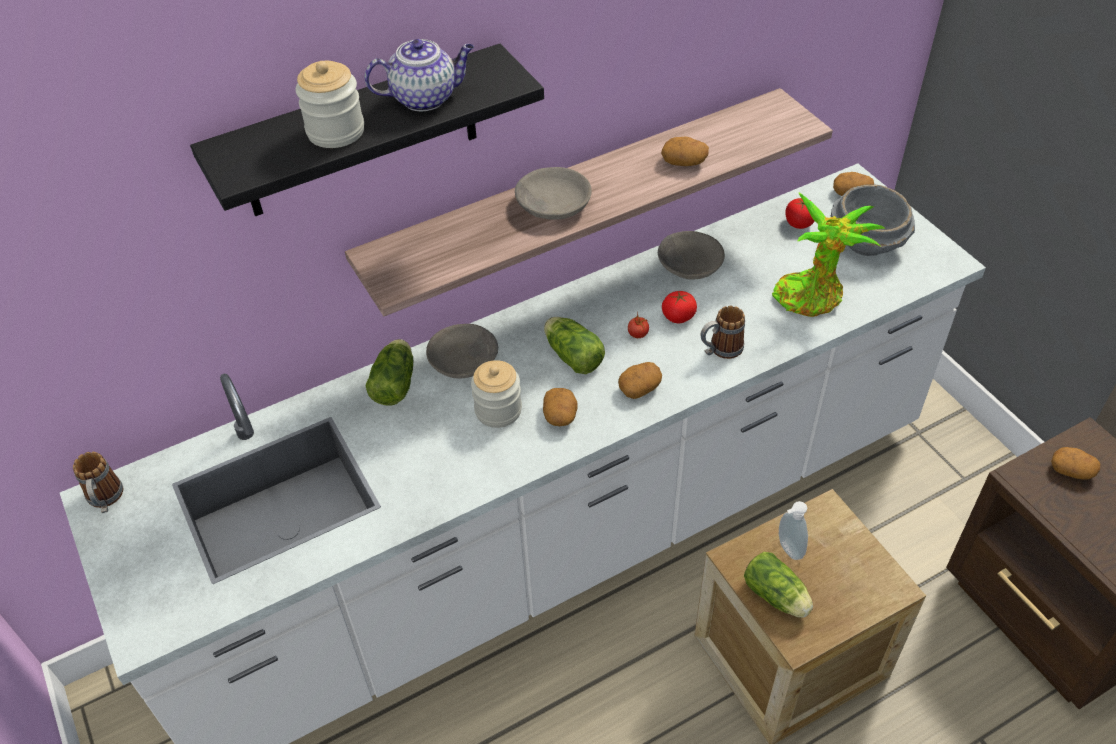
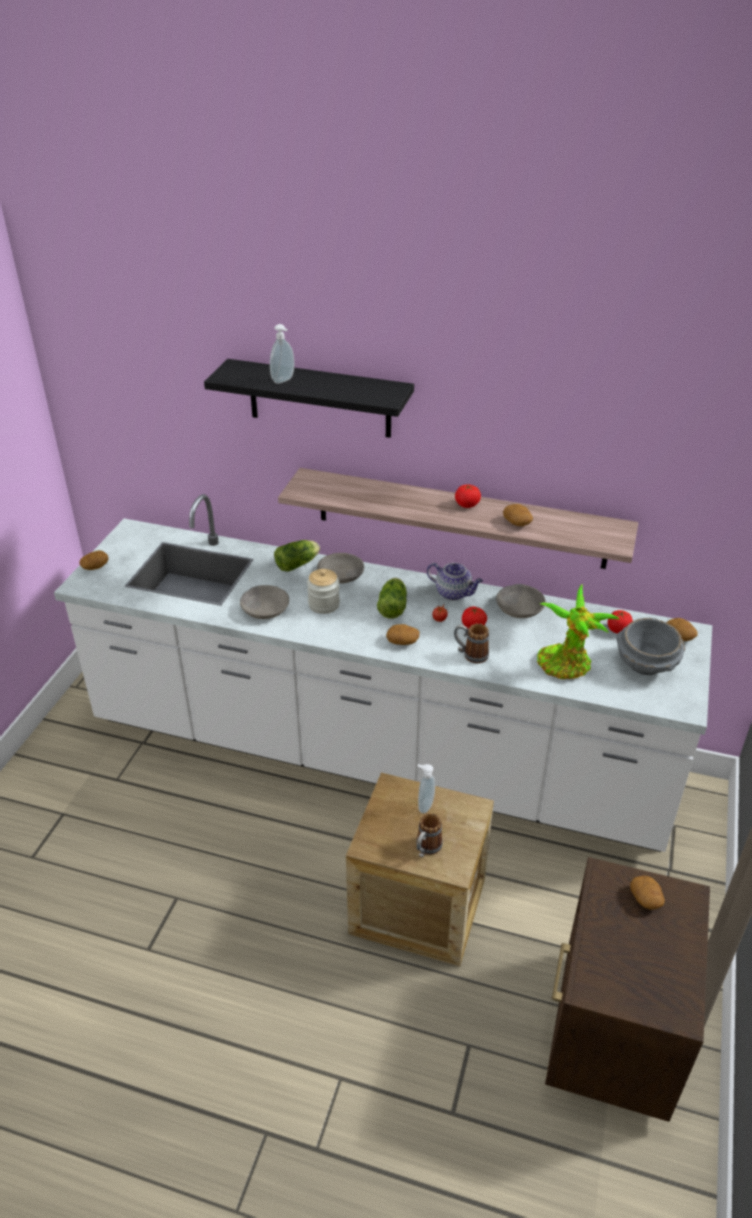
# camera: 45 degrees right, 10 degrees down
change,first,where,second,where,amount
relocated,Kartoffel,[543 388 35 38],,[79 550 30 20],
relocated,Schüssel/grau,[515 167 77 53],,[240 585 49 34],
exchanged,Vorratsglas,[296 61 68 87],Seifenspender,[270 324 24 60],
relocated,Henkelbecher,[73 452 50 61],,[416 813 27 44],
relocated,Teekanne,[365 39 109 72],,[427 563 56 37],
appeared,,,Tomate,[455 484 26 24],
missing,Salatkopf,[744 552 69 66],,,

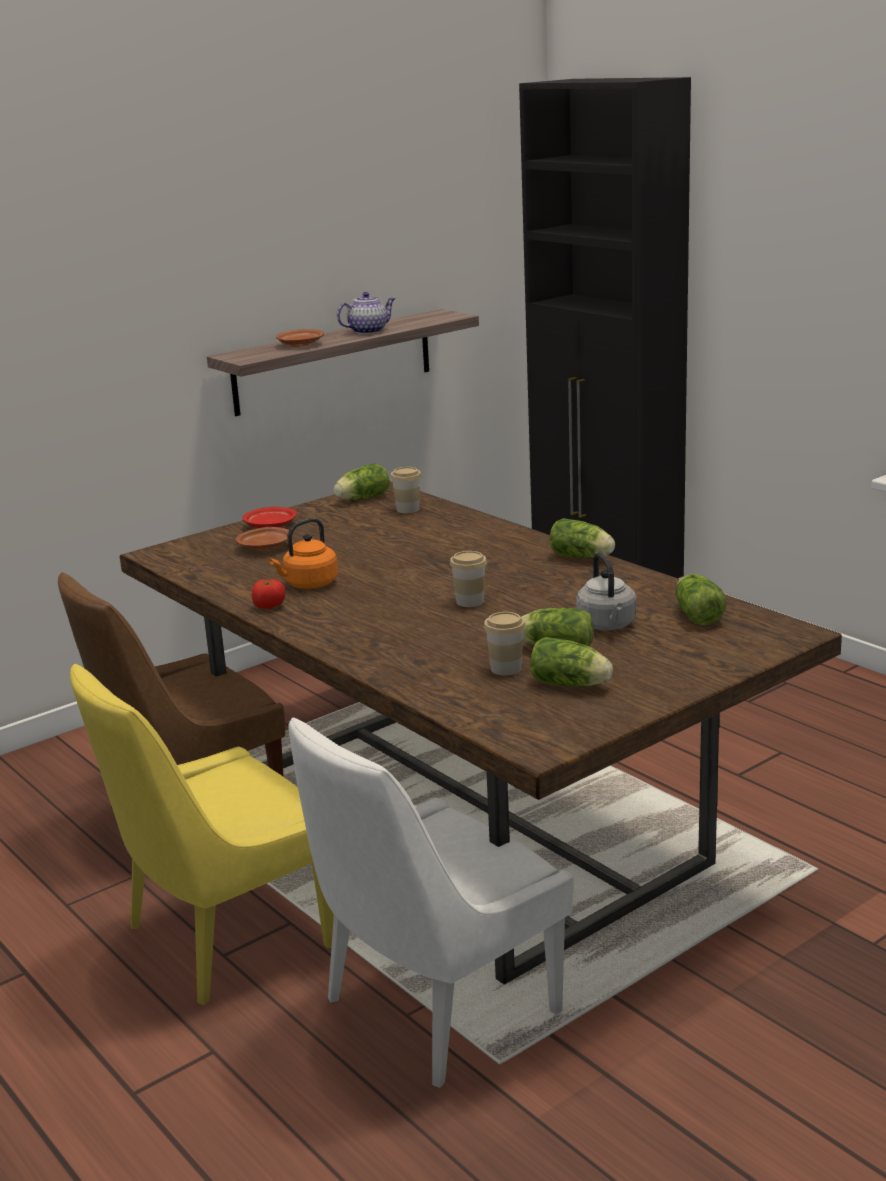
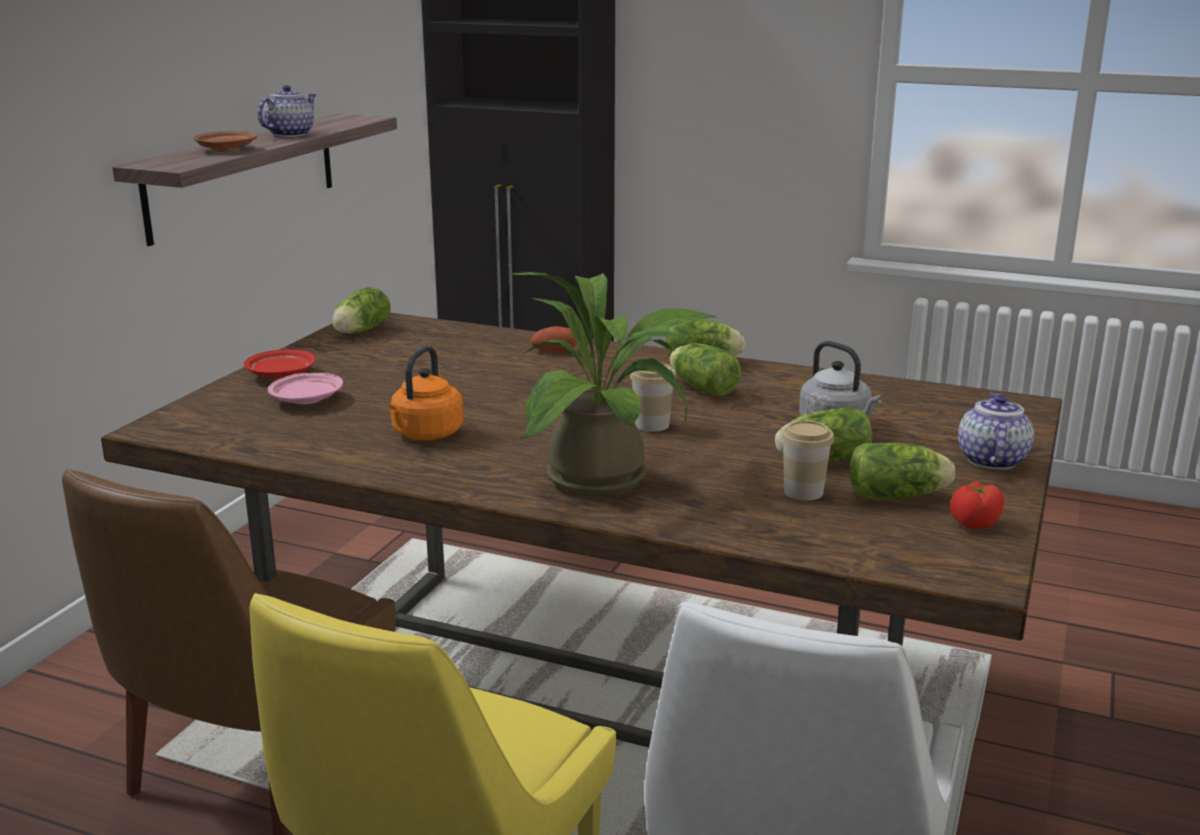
# camera: 30 degrees left, 0 degrees up
change,first,where,second,where,amount
colour,Teller/braun,[236 527 53 23],Teller/rosa,[268 373 75 31],
appeared,,,Topfpflanze,[508 272 210 225],
appeared,,,Kartoffel,[531 326 46 26],
relocated,Salatkopf,[675 574 51 52],,[669 343 72 54],
relocated,Tomate,[252 579 34 30],,[950 481 54 48],
appeared,,,Teekanne,[958 393 76 77],
missing,Tasse,[391 467 30 46],,,

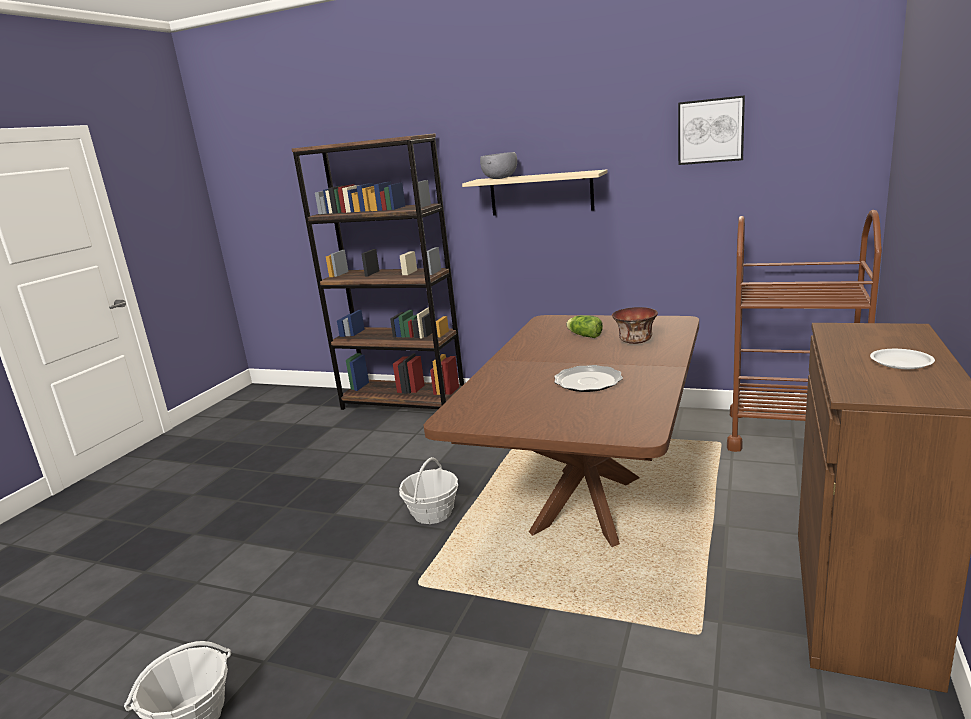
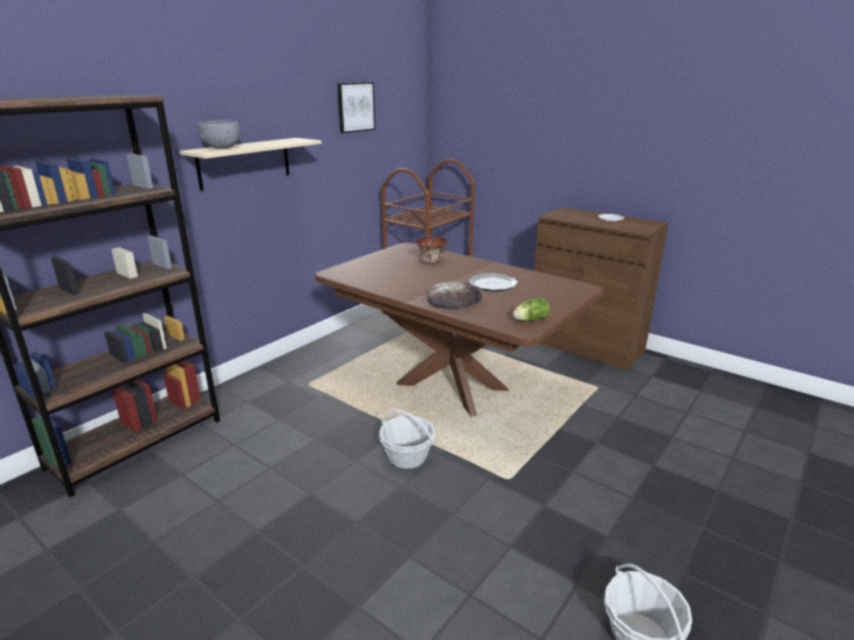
# camera: 75 degrees left, 5 degrees up
change,first,where,second,where,amount
appeared,,,Brot,[427 281 55 28],
relocated,Salatkopf,[566 315 37 23],,[513 298 37 23],

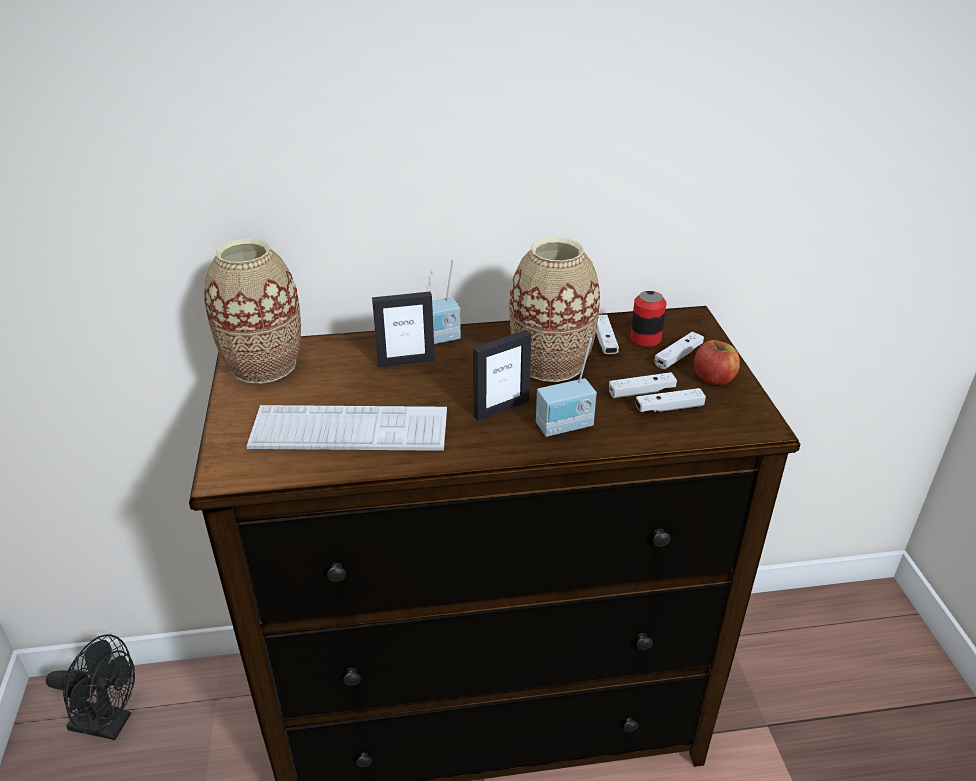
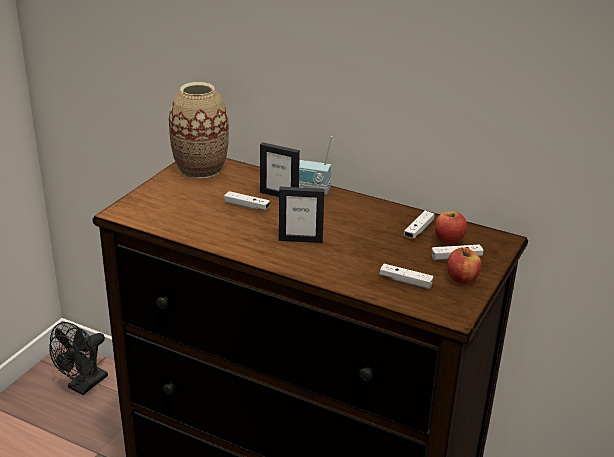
# camera: 35 degrees right, 5 degrees down
change,first,where,second,where,amount
spun,Ventilator/schwarz,[46 634 89 106],,[49 322 59 73],75 degrees clockwise
relocated,Gamepad/weiß,[609 372 68 26],,[224 191 46 19],
exchanged,Dose,[630 291 36 56],Apfel,[435 211 32 33],
missing,Tastatur,[247 405 200 46],,,
missing,Vase,[509 237 91 145],,,
missing,Radio,[536 338 61 99],,,

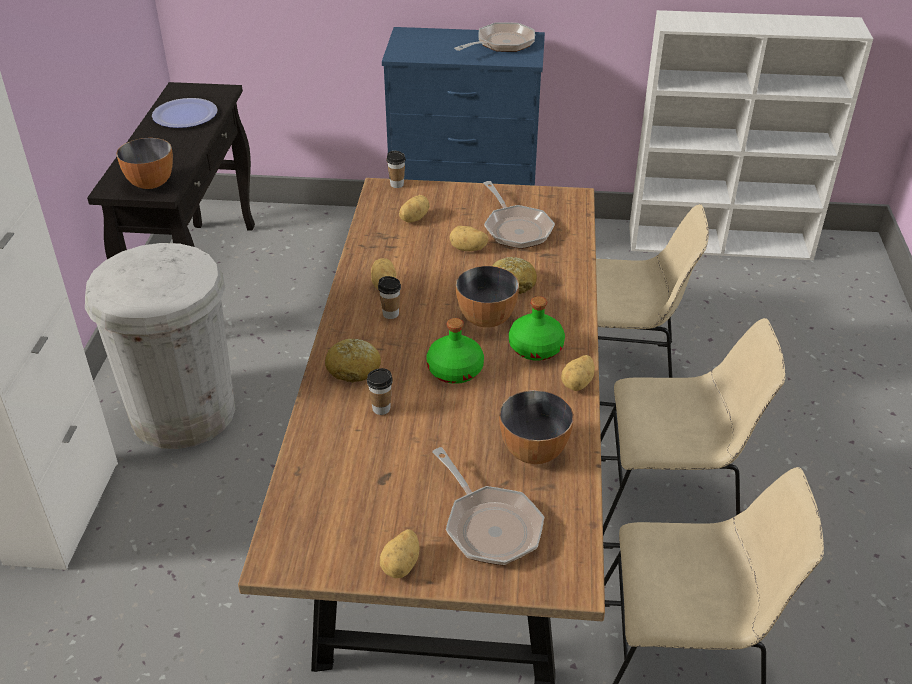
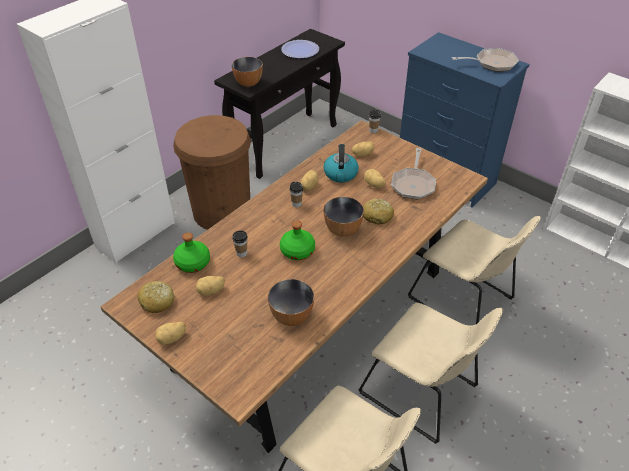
# camera: 35 degrees right, 5 degrees up
change,first,where,second,where,amount
relocated,Brot,[325 339 56 44],,[137 281 37 32],
colour,Mülleimer/weiß,[85 243 150 206],Mülleimer/braun,[173 115 78 115],
relocated,Flasche/grün,[509 296 56 65],,[173 232 37 41],
relocated,Kartoffel,[561 355 34 36],,[196 276 29 20],
appeared,,,Wasserkessel,[324 144 35 39],
missing,Pfanne,[432 447 112 119],,,

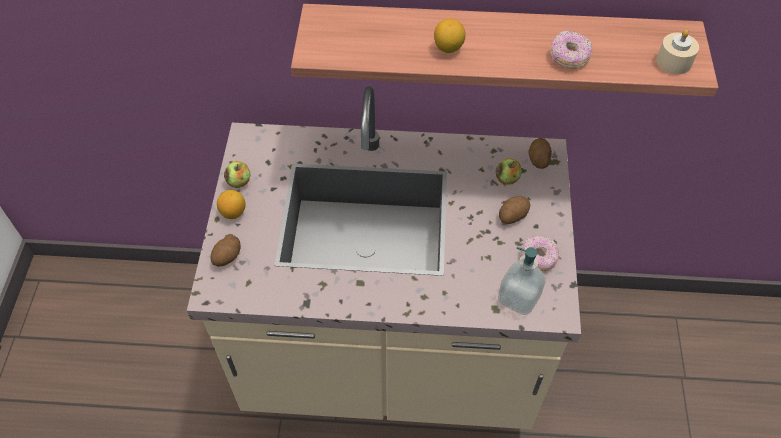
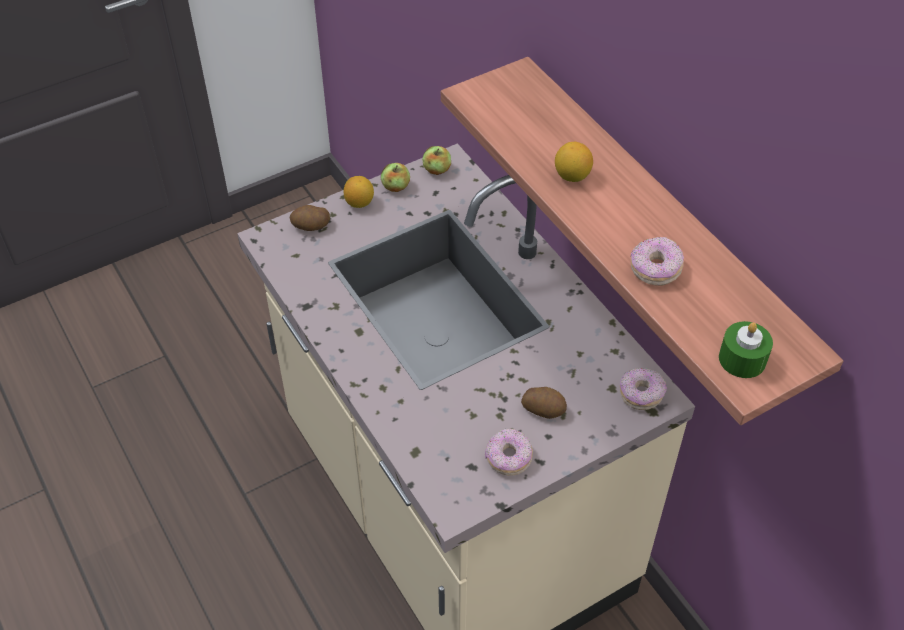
# camera: 55 degrees right, 5 degrees down
change,first,where,second,where,amount
relocated,Apfel,[495 158 27 27],,[422 146 29 29],
exchanged,Kartoffel,[529 138 23 31],Donut,[620 368 47 42],
colour,Kerze/beige,[656 29 43 45],Kerze/grün,[719 321 54 57],
missing,Seifenspender,[498 247 48 68],,,

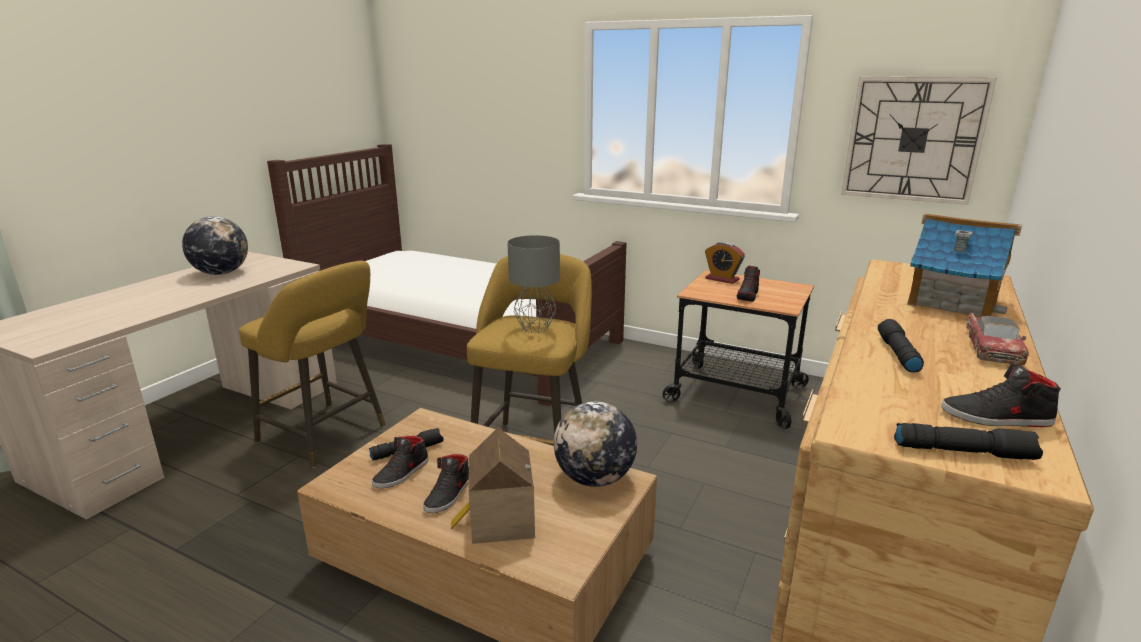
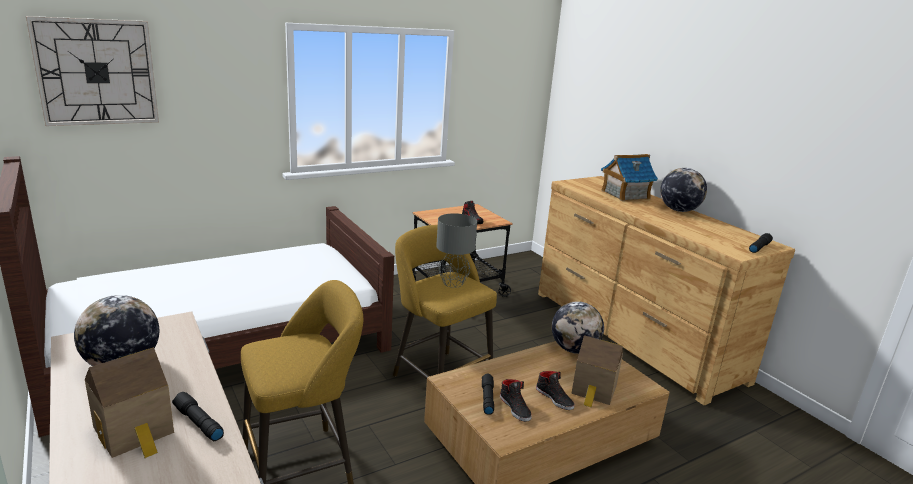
# camera: 60 degrees left, 0 degrees up
change,first,where,second,where,amount
relocated,Wanduhr,[841 77 156 128],,[26 16 133 110],
appeared,,,Spielzeughaus,[85 347 89 111],
relocated,Taschenlampe/schwarz,[878 319 46 53],,[172 392 52 49],
exchanged,Spielzeugauto,[966 313 63 53],Globus,[660 168 47 44],
missing,Wecker,[705 242 40 42],,,
missing,Schuh/schwarz,[941 364 120 63],,,

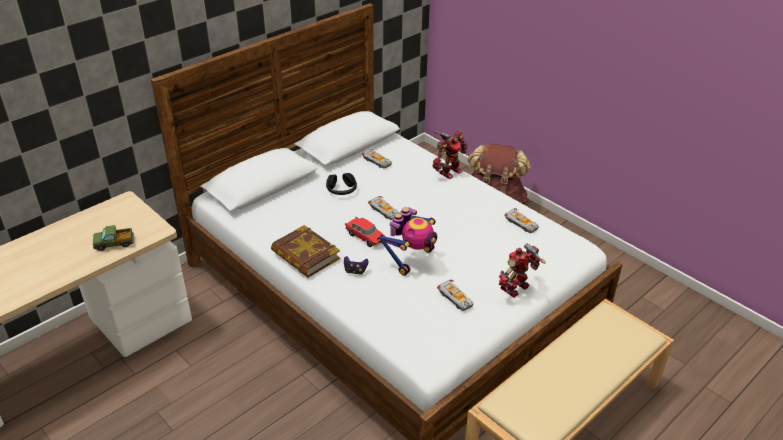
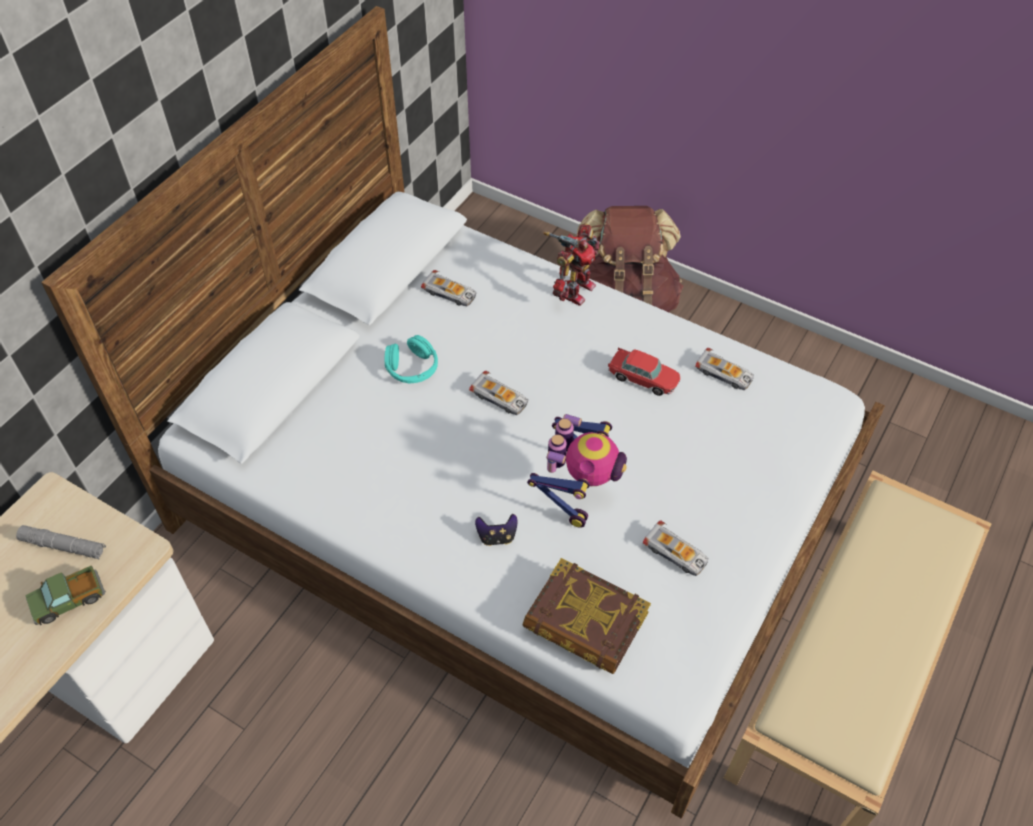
# camera: 15 degrees left, 15 degrees up
change,first,where,second,where,amount
appeared,,,Taschenlampe/grau,[16 525 90 35],
colour,Kopfhörer/schwarz,[326 173 31 22],Kopfhörer/türkis,[384 335 54 49],
relocated,Buch,[271 225 69 53],,[522 558 129 116],
relocated,Spielzeugauto,[345 216 41 31],,[608 348 72 48],
missing,Spielzeugroboter,[499 243 47 55],,,

